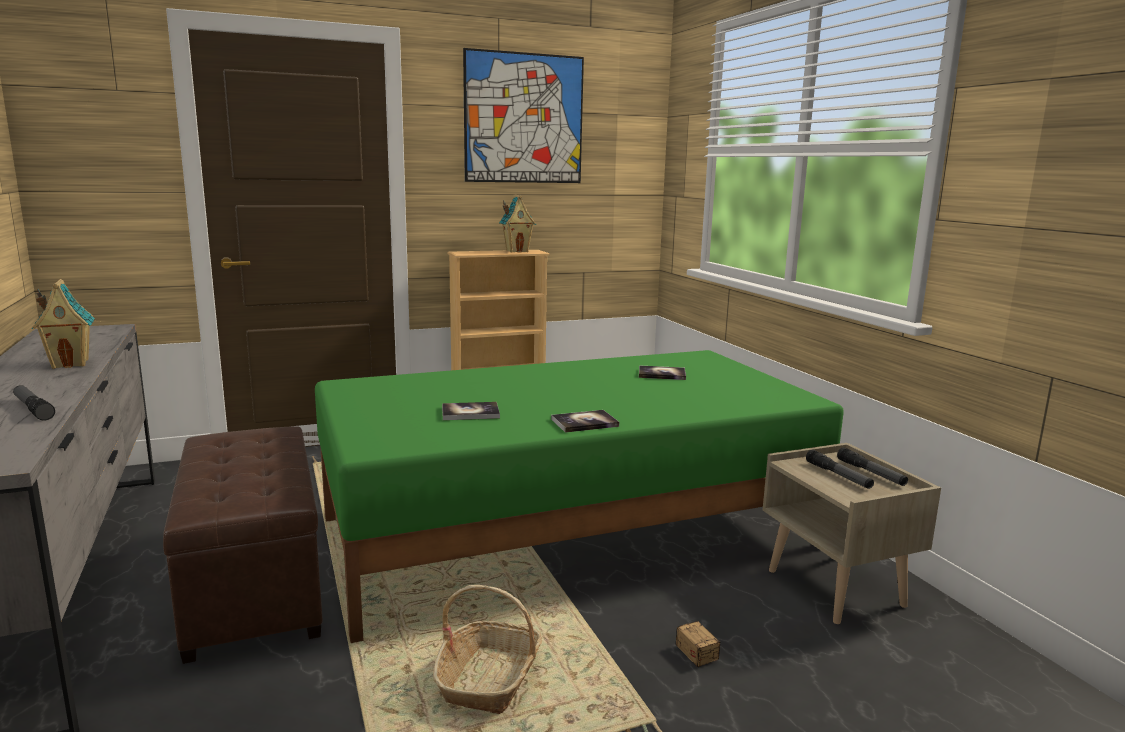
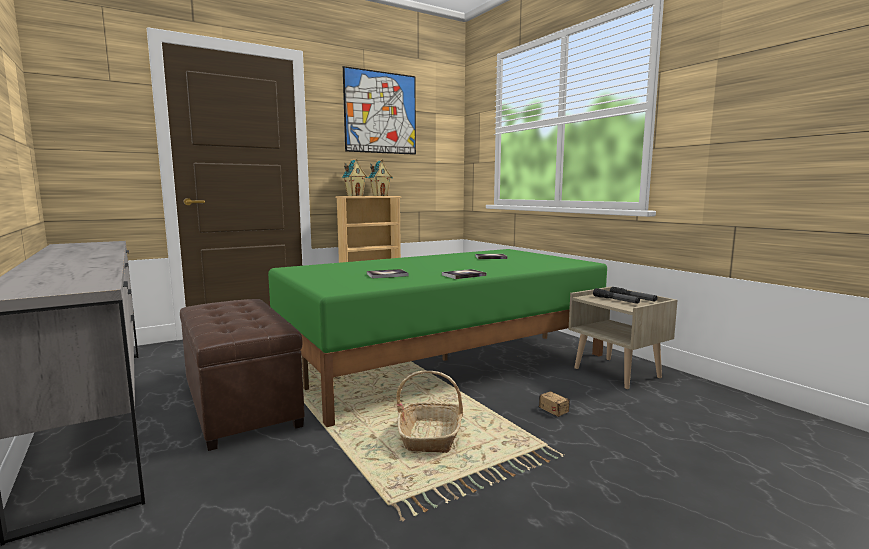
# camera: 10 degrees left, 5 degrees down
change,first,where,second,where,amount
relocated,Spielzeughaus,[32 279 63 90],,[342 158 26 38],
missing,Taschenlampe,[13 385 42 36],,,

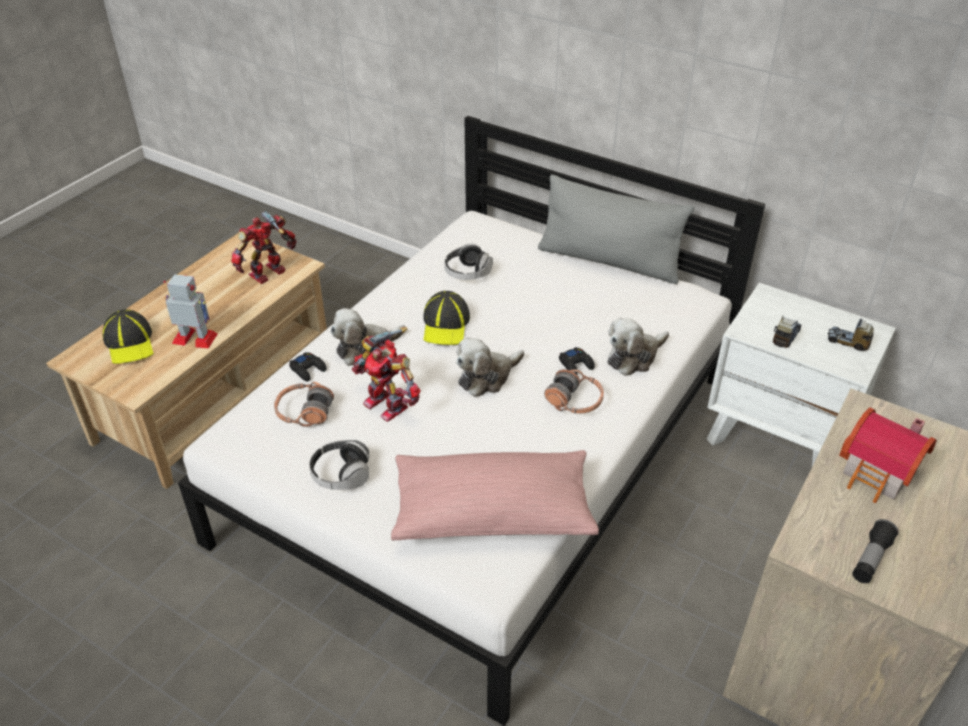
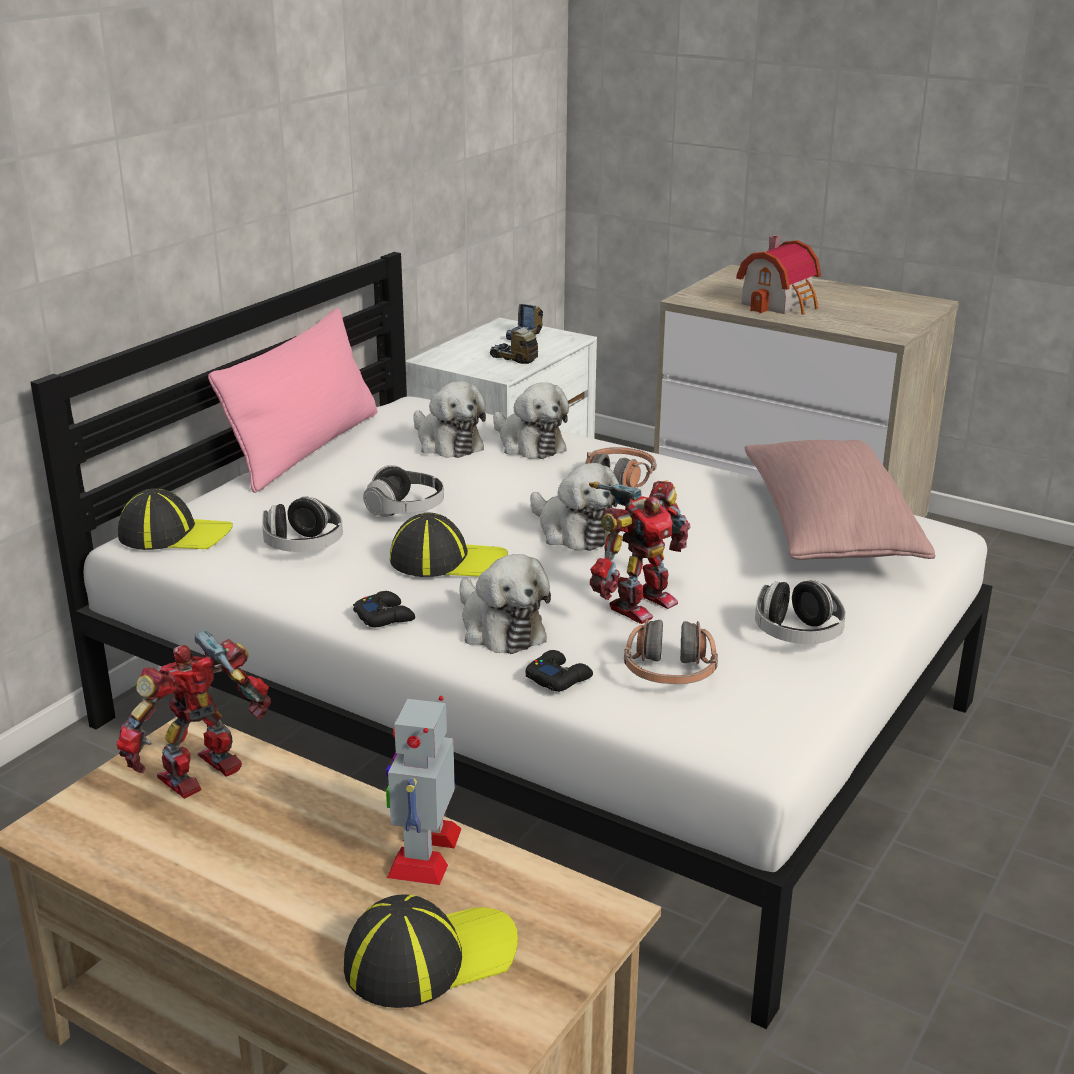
# camera: 90 degrees left, 15 degrees down
change,first,where,second,where,amount
spun,Spielzeugroboter,[231 211 66 73],,[117 630 154 169],90 degrees clockwise
appeared,,,Kappe,[118 488 115 62],
colour,Kissen/grau,[538 174 156 110],Kissen/rosa,[208 308 170 185],
relocated,Gamepad/schwarz,[559 347 36 27],,[353 591 62 36],
appeared,,,Kopfhörer,[363 465 81 52],
appeared,,,Plüschtier,[413 381 73 77],
missing,Taschenlampe,[852 519 47 64],,,

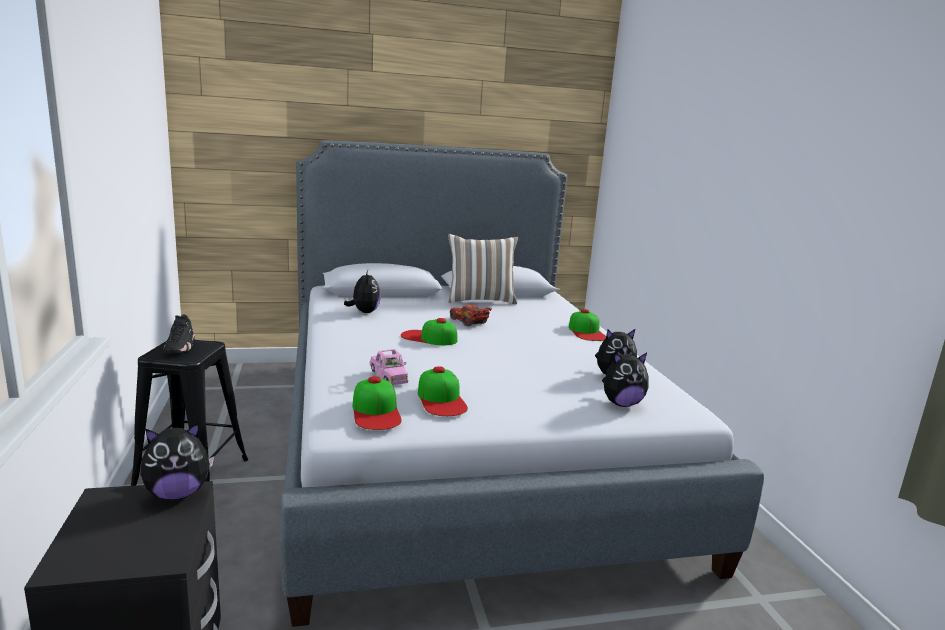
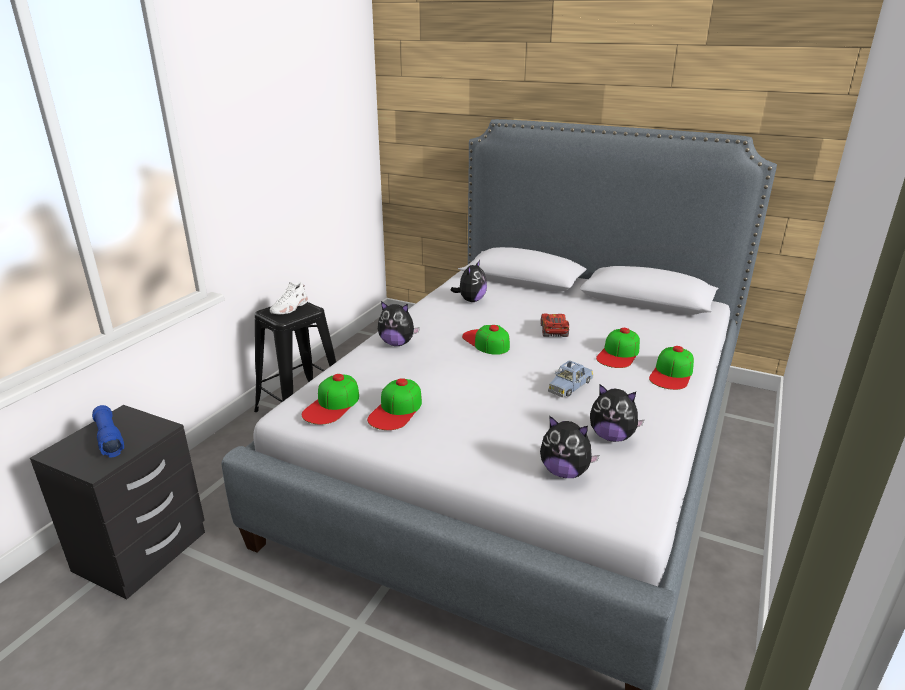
# camera: 40 degrees right, 10 degrees up
change,first,where,second,where,amount
appeared,,,Taschenlampe/blau,[92 405 32 52],
colour,Schuh/schwarz,[164 314 30 40],Schuh/weiß,[270 281 38 33],
relocated,Plüschtier,[140 423 74 77],,[378 301 42 45],
appeared,,,Spielzeugauto/blau,[548 360 46 38],
appeared,,,Kappe,[596 328 44 40],
missing,Spielzeugauto/rosa,[370 349 38 36],,,
missing,Kissen,[448 234 70 71],,,

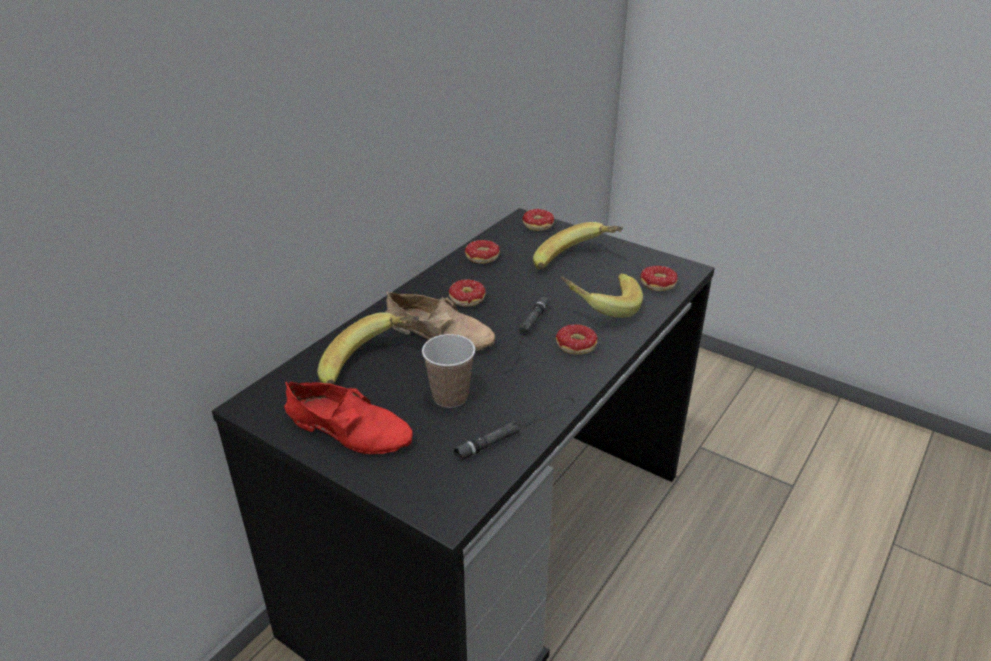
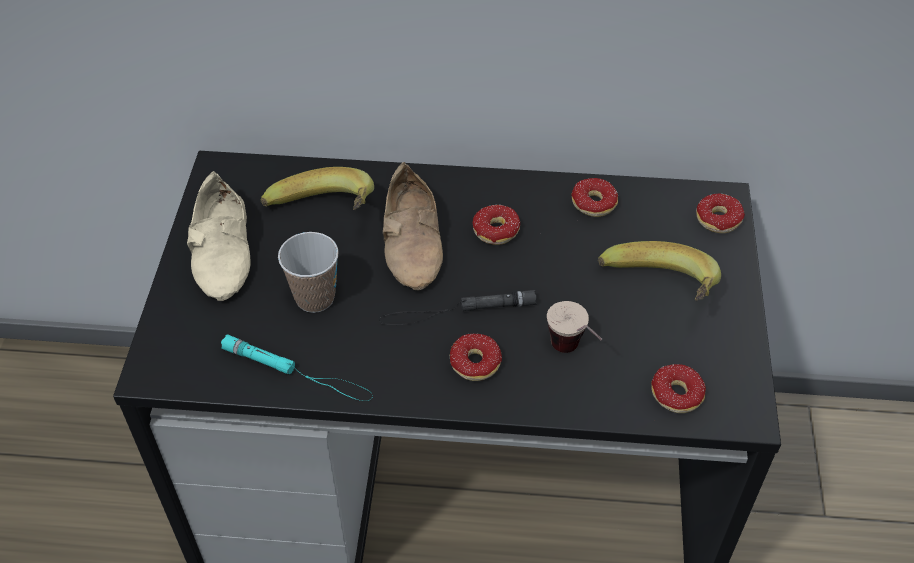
# camera: 60 degrees right, 15 degrees up
change,first,where,second,where,amount
colour,Schuh/rot,[284 381 129 73],Schuh/beige,[187 171 64 130],
colour,Taschenlampe/schwarz,[453 398 121 63],Taschenlampe/türkis,[221 335 152 66],
exchanged,Banane,[560 273 83 45],Tasse,[547 301 55 52],

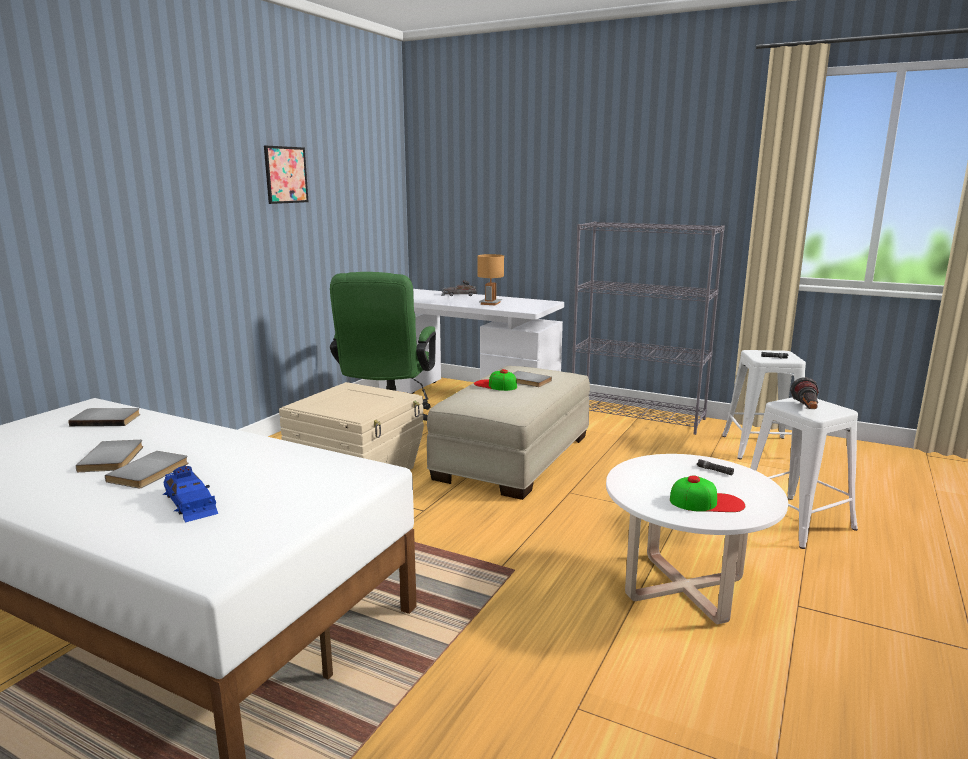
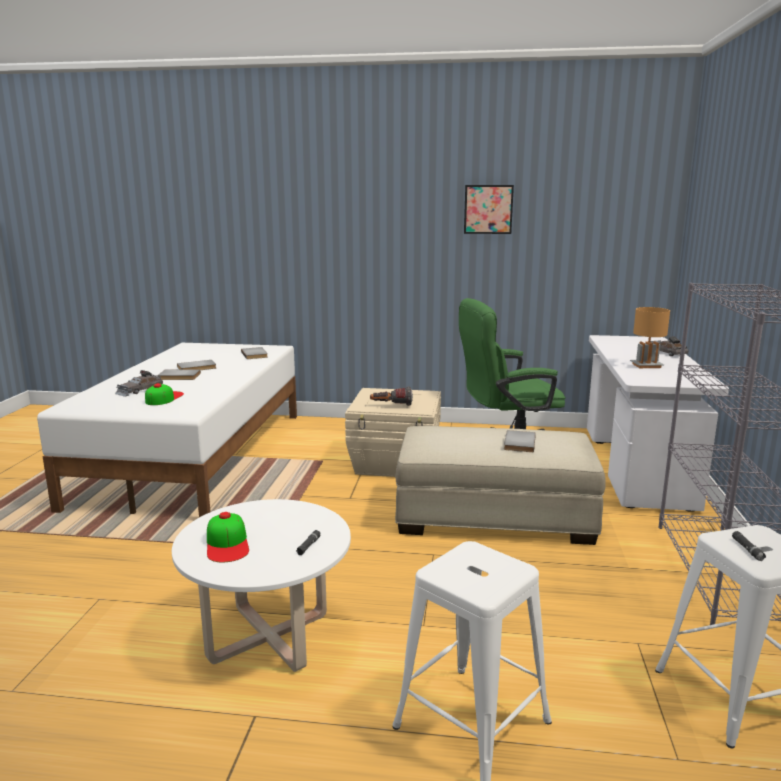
# camera: 70 degrees right, 0 degrees up
change,first,where,second,where,amount
colour,Spielzeugauto/blau,[162 466 56 57],Spielzeugauto/grau,[115 370 48 27],
relocated,Kappe,[474 369 43 22],,[145 383 39 22],
relocated,Taschenlampe,[790 377 29 32],,[370 387 43 19],

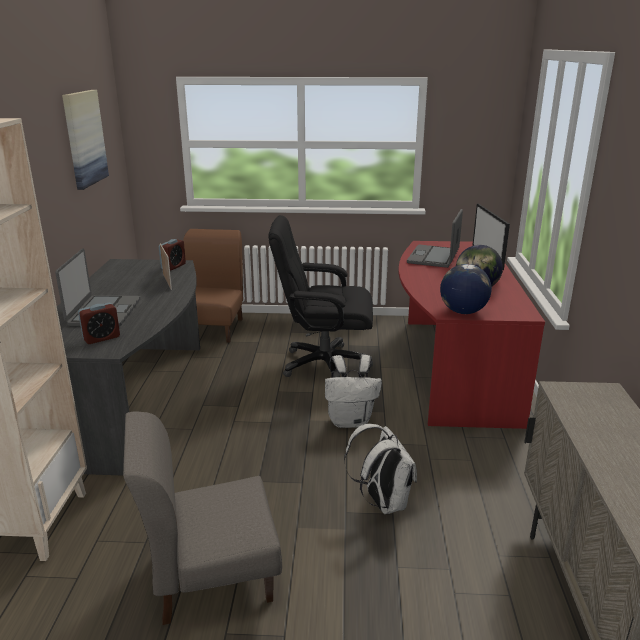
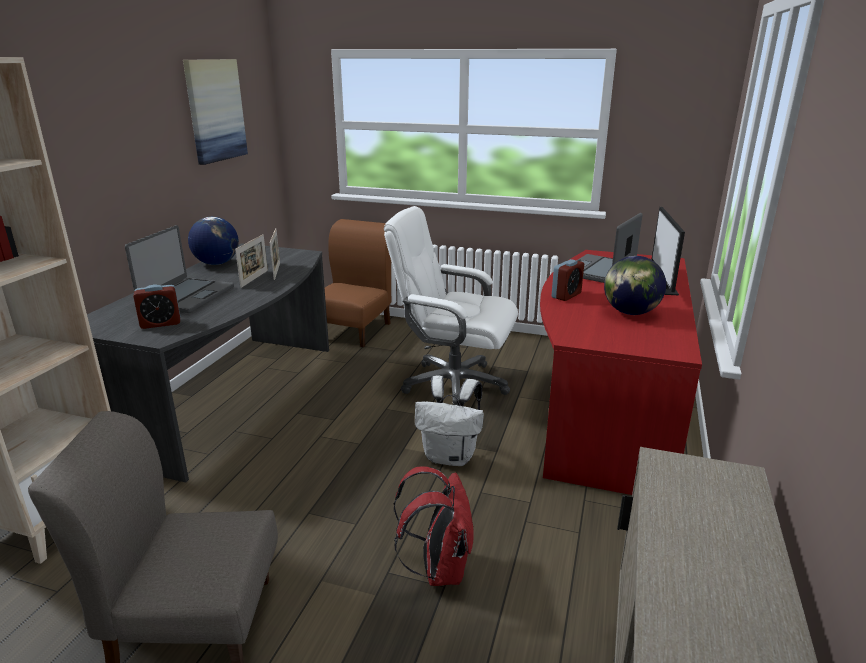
# camera: 15 degrees right, 0 degrees up
change,first,where,second,where,amount
relocated,Globus,[440 264 52 50],,[188 217 51 48],
appeared,,,Bilderrahmen,[235 234 33 54],
colour,Bürostuhl/schwarz,[268 215 105 163],Bürostuhl/weiß,[384 206 134 199],
colour,Rucksack/weiß,[344 424 73 90],Rucksack/rot,[393 466 81 120],
relocated,Wecker,[159 239 27 32],,[551 259 33 42],

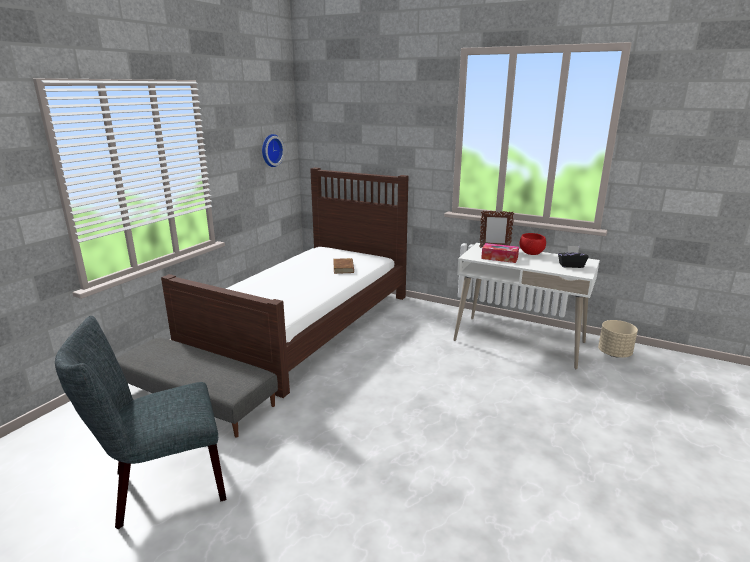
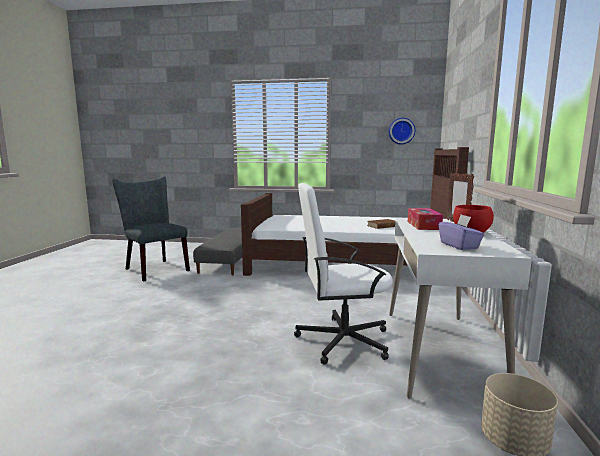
# camera: 70 degrees right, 10 degrees down
change,first,where,second,where,amount
appeared,,,Bürostuhl/weiß,[294 183 99 182],
colour,Taschentuchbox/schwarz,[558 246 31 22],Taschentuchbox/lila,[439 215 46 35],

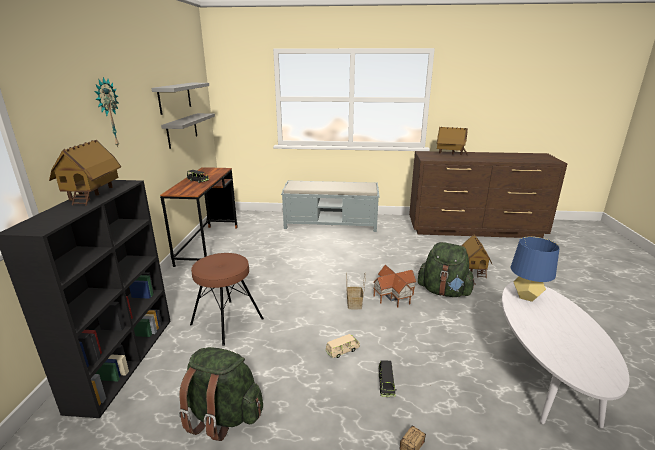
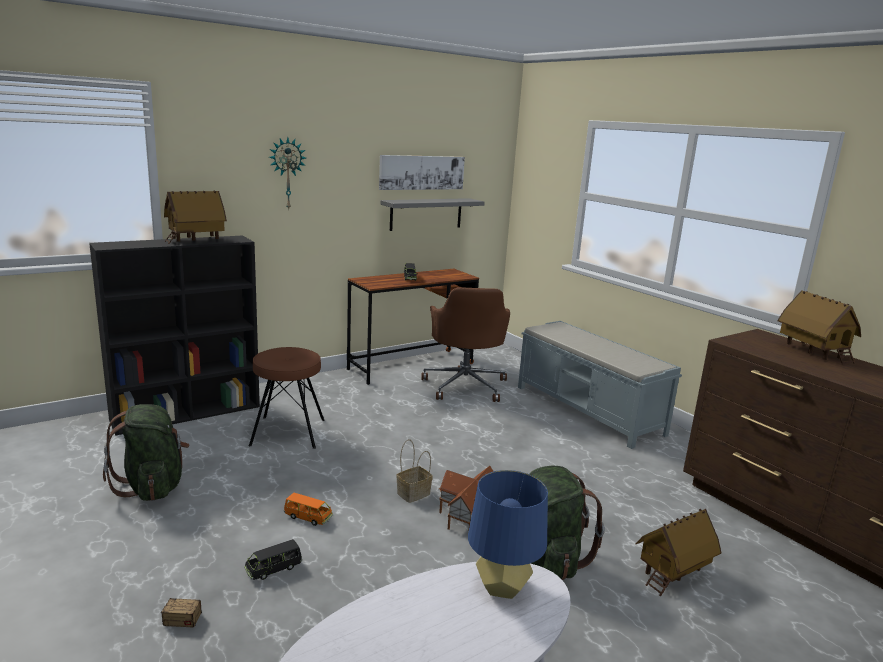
# camera: 50 degrees right, 5 degrees down
change,first,where,second,where,amount
colour,Spielzeugauto/beige,[325 334 35 24],Spielzeugauto/orange,[284 493 49 33],
exchanged,Wandregal/grau,[152 83 57 32],Bild,[379 155 86 35],
appeared,,,Bürostuhl/braun,[421 287 89 115],

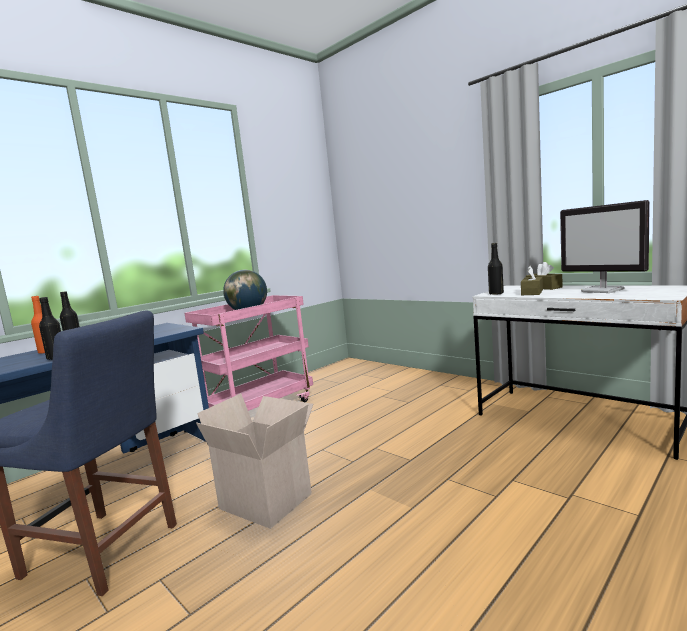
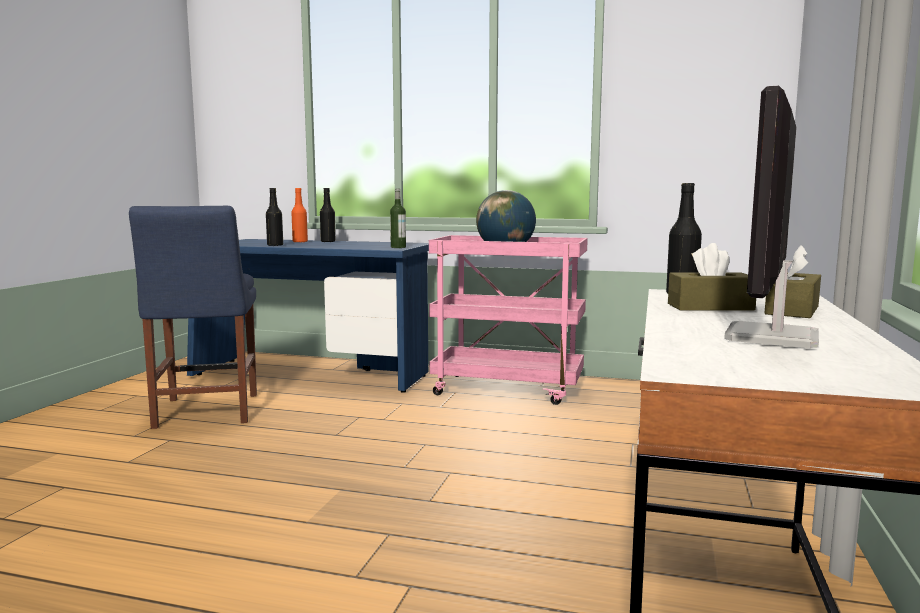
# camera: 60 degrees right, 0 degrees up
change,first,where,second,where,amount
appeared,,,Flasche,[390 188 16 60],
missing,Karton,[196 393 117 136],,,

